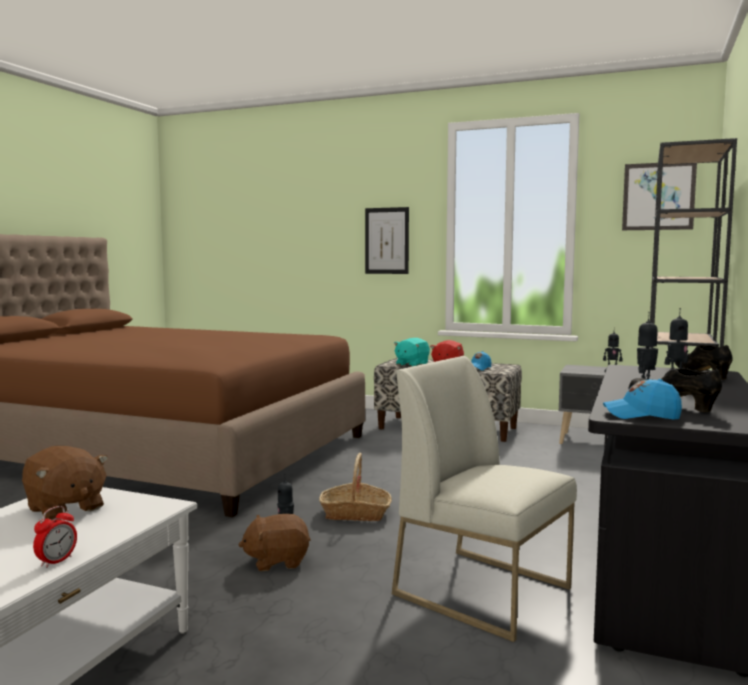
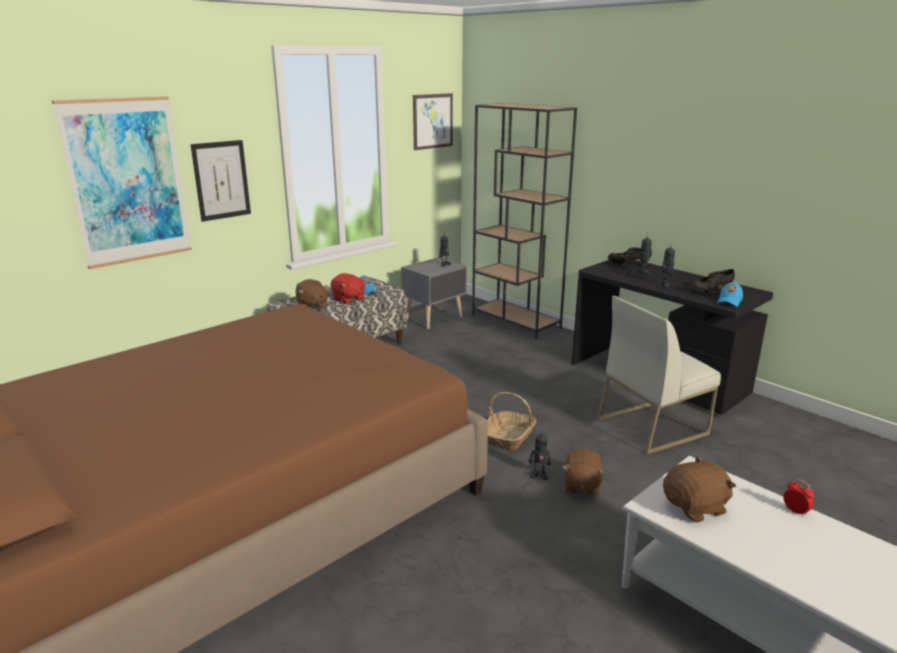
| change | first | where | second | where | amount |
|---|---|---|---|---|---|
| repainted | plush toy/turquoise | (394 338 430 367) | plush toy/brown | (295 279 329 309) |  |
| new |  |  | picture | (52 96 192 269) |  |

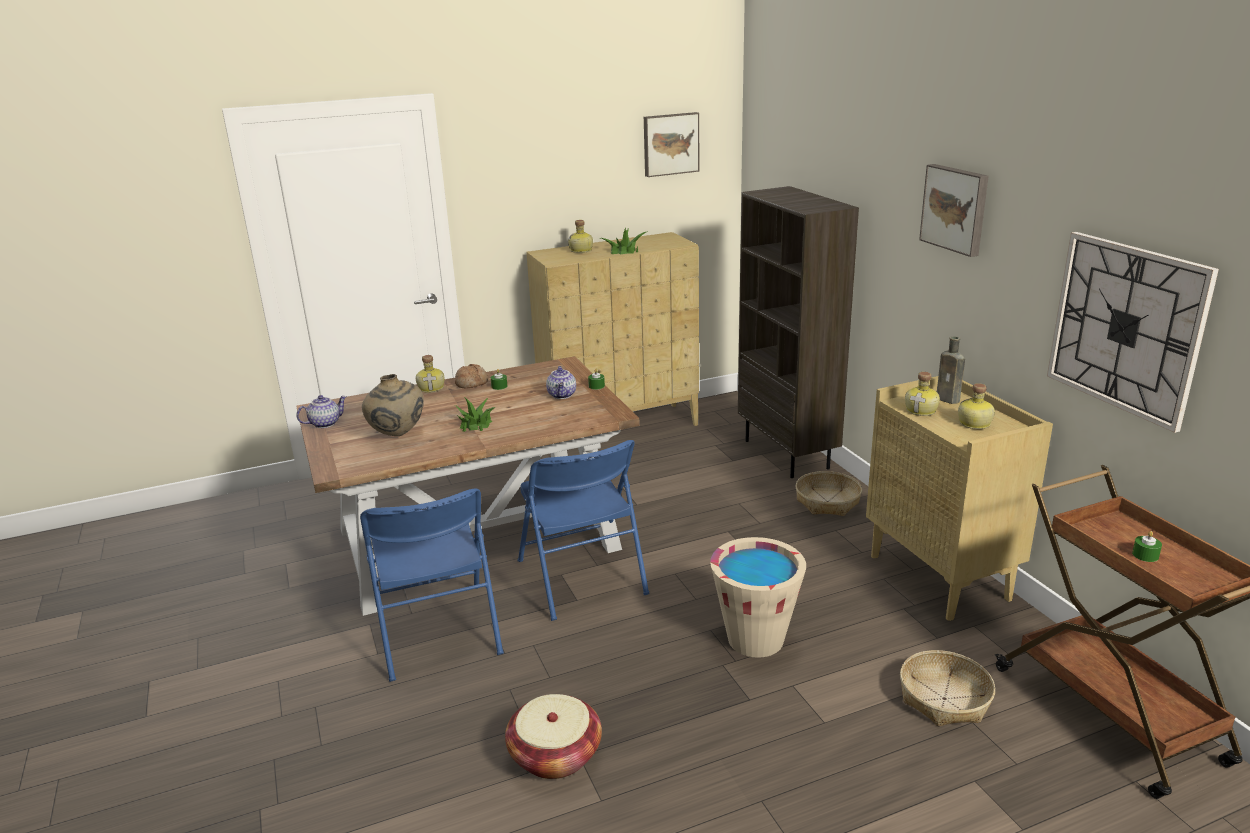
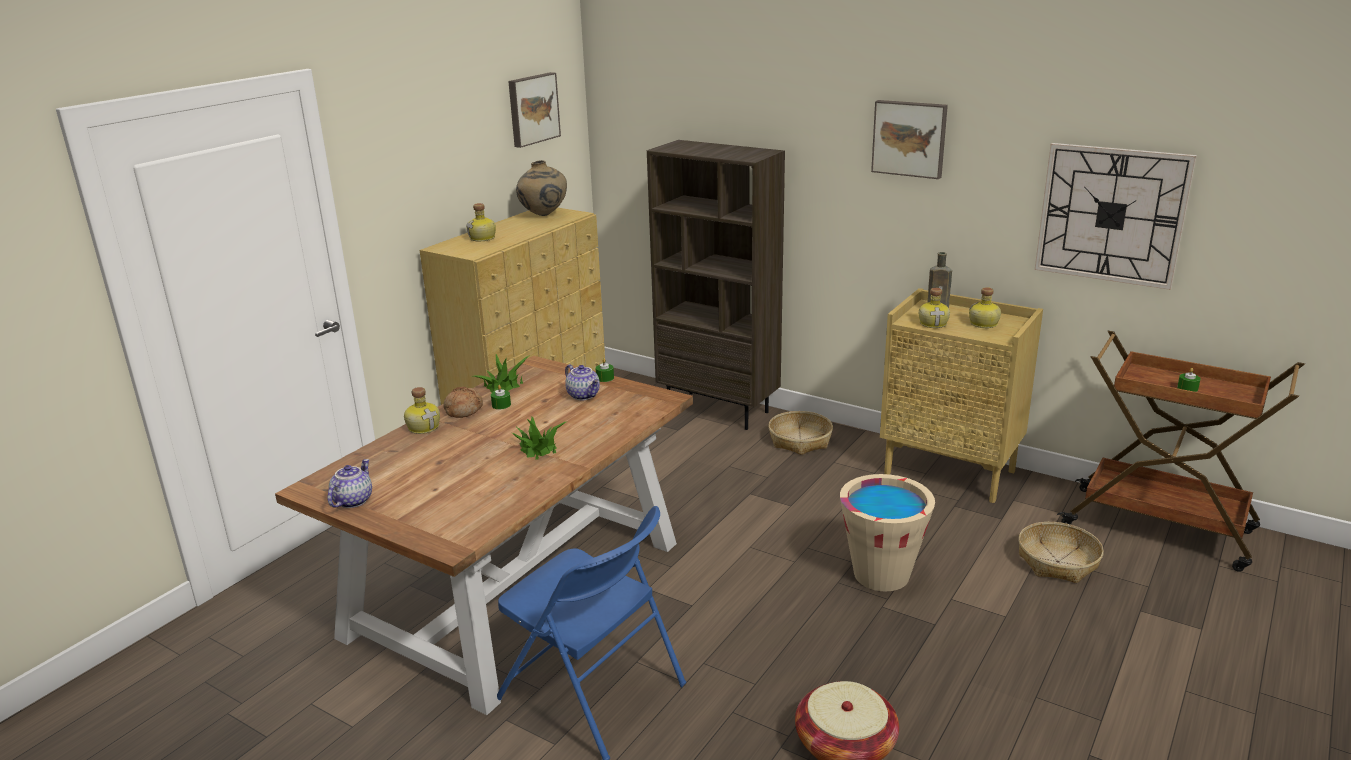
| change | first | where | second | where | amount |
|---|---|---|---|---|---|
| shifted | vase/beige | (362 374 424 436) |  | (516 160 567 216) |  |
| gone | chair/blue | (518 440 650 621) |  |  |  |
| shifted | potted plant | (601 228 648 254) |  | (471 354 530 393) |  |

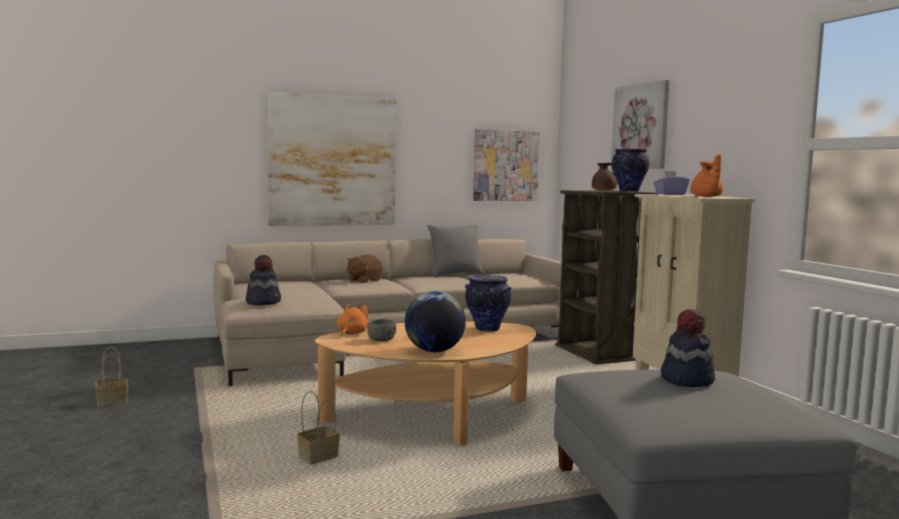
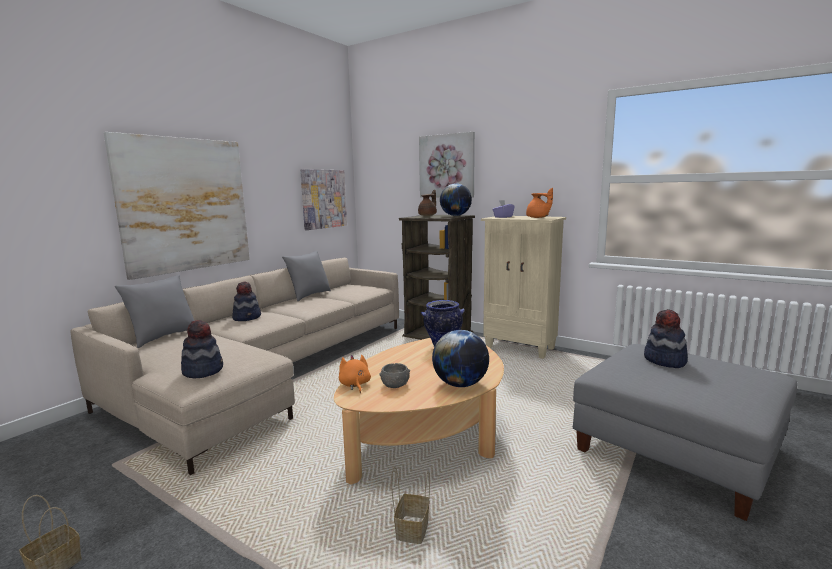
| change | first | where | second | where | amount |
|---|---|---|---|---|---|
| swapped | plush toy/brown | (347 255 383 283) | hat | (232 282 261 321) |  |
| swapped | vase | (612 149 650 192) | globe | (440 183 472 216) |  |
| new |  |  | pillow/grey | (115 275 194 348) |  |

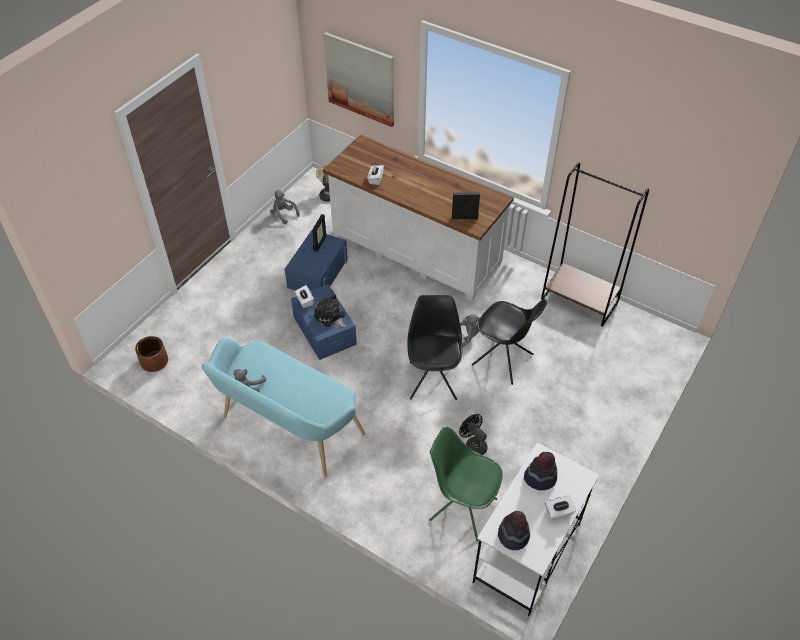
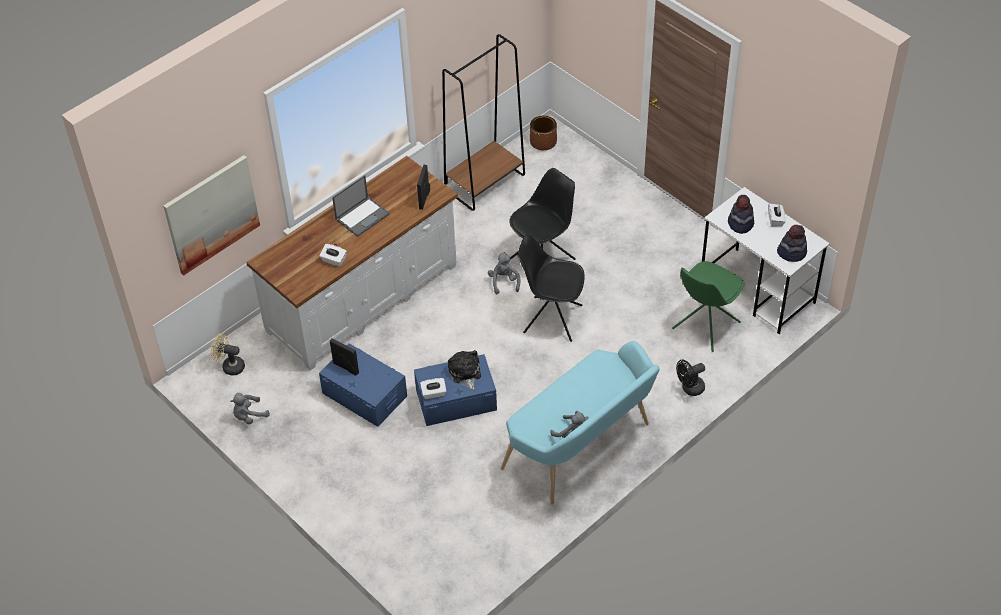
| change | first | where | second | where | amount |
|---|---|---|---|---|---|
| shifted | planter/brown | (135 336 168 372) |  | (530 116 557 150) |  |
| rotated | plush toy | (314 294 346 328) |  | (448 350 481 391) | 105 degrees clockwise |
| shifted | fan/black | (459 414 487 455) |  | (676 360 705 396) |  |
| new |  |  | laptop | (332 175 390 237) |  |

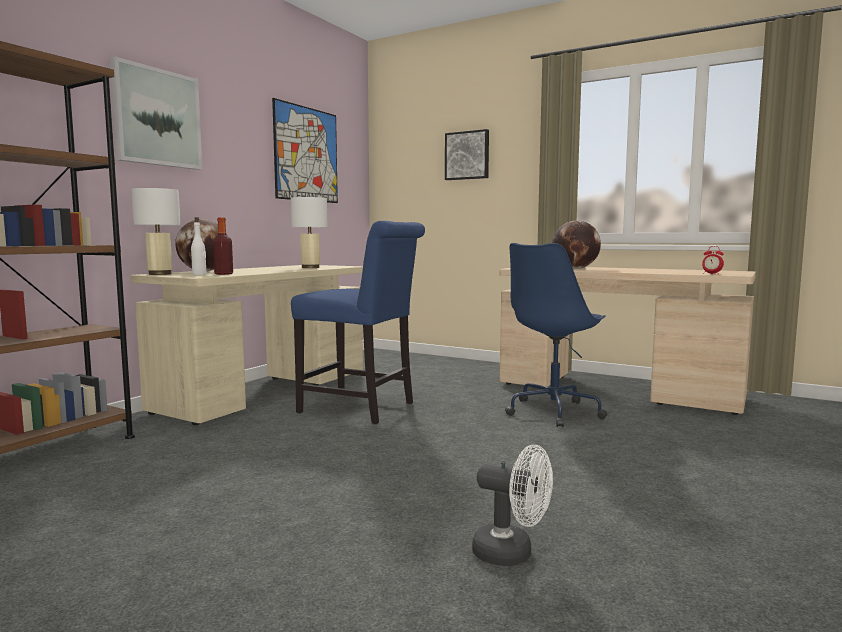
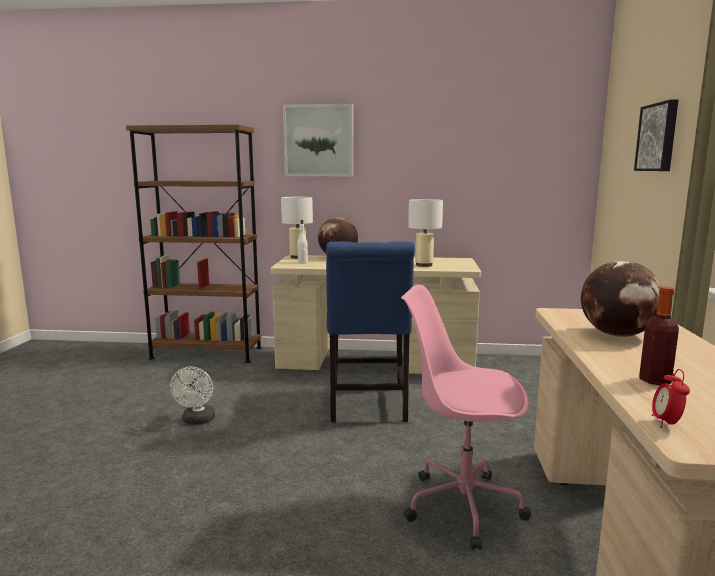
| change | first | where | second | where | amount |
|---|---|---|---|---|---|
| shifted | bottle | (213 217 233 275) |  | (639 286 679 385) |  |
| gone | picture | (272 98 338 203) |  |  |  |
| shifted | fan/white | (472 445 553 566) |  | (170 367 215 425) |  |
| repainted | office chair/blue | (505 243 607 427) | office chair/pink | (401 285 531 550) |  |

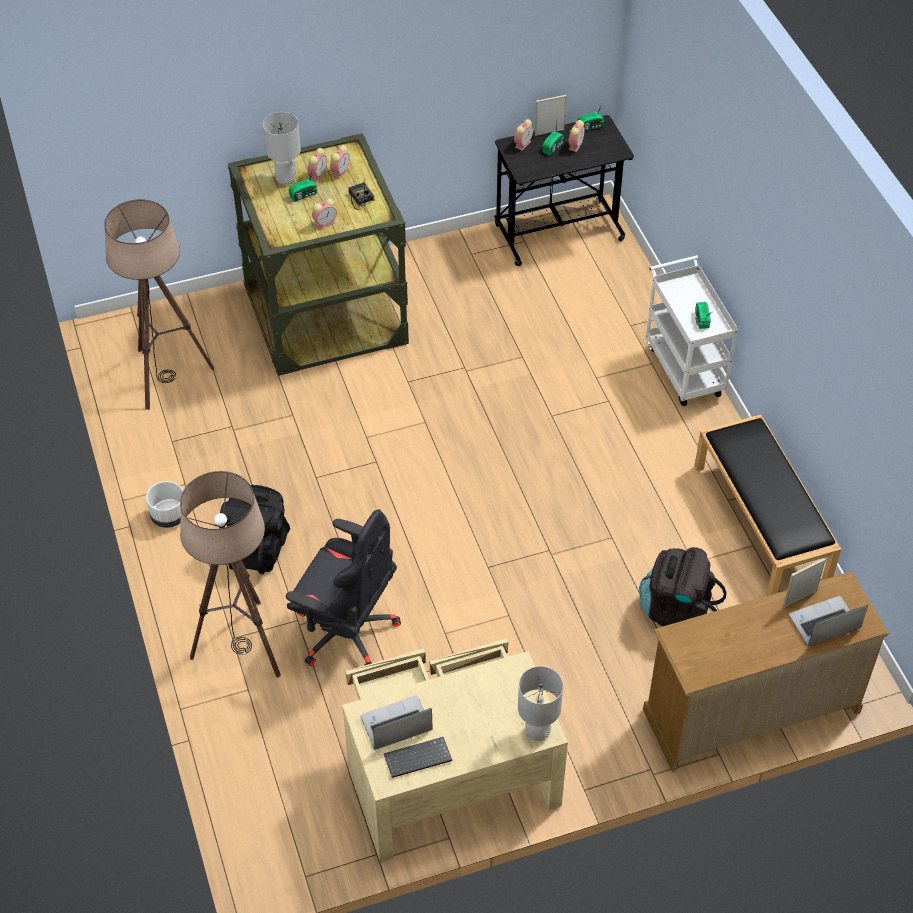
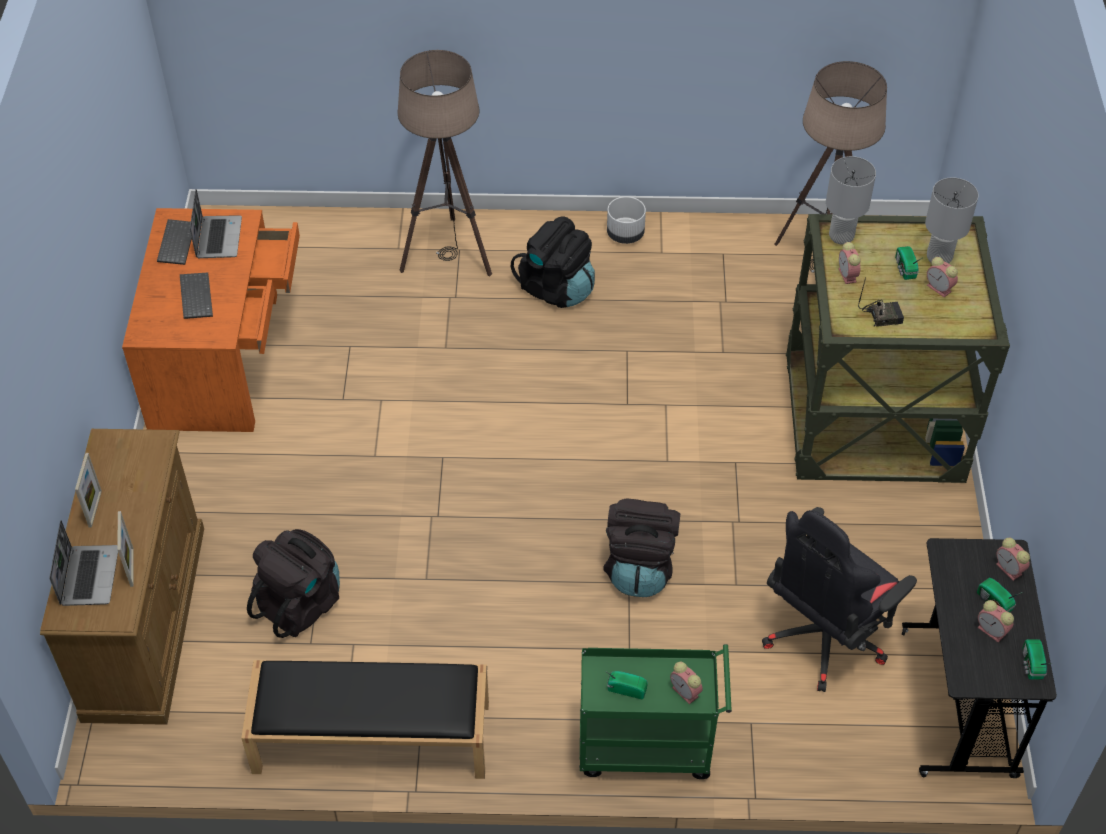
| change | first | where | second | where | amount |
|---|---|---|---|---|---|
| shifted | office chair/black | (286 509 401 666) |  | (762 507 917 692) |  |
| shifted | alarm clock | (330 145 350 179) |  | (670 662 703 704) |  |
| repainted | desk/beige | (342 639 568 862) | desk/orange | (122 208 300 432) |  |
| shifted | table lamp/grey | (518 666 563 741) |  | (826 156 876 245) |  |
| shifted | picture frame | (535 95 567 136) |  | (75 453 102 528) |  |
| repainted | cart/white | (646 255 738 406) | cart/green | (579 644 732 779) |  |
| new |  |  | keyboard | (180 272 213 319) |  |
| new |  |  | backpack/black | (604 498 680 597) |  |

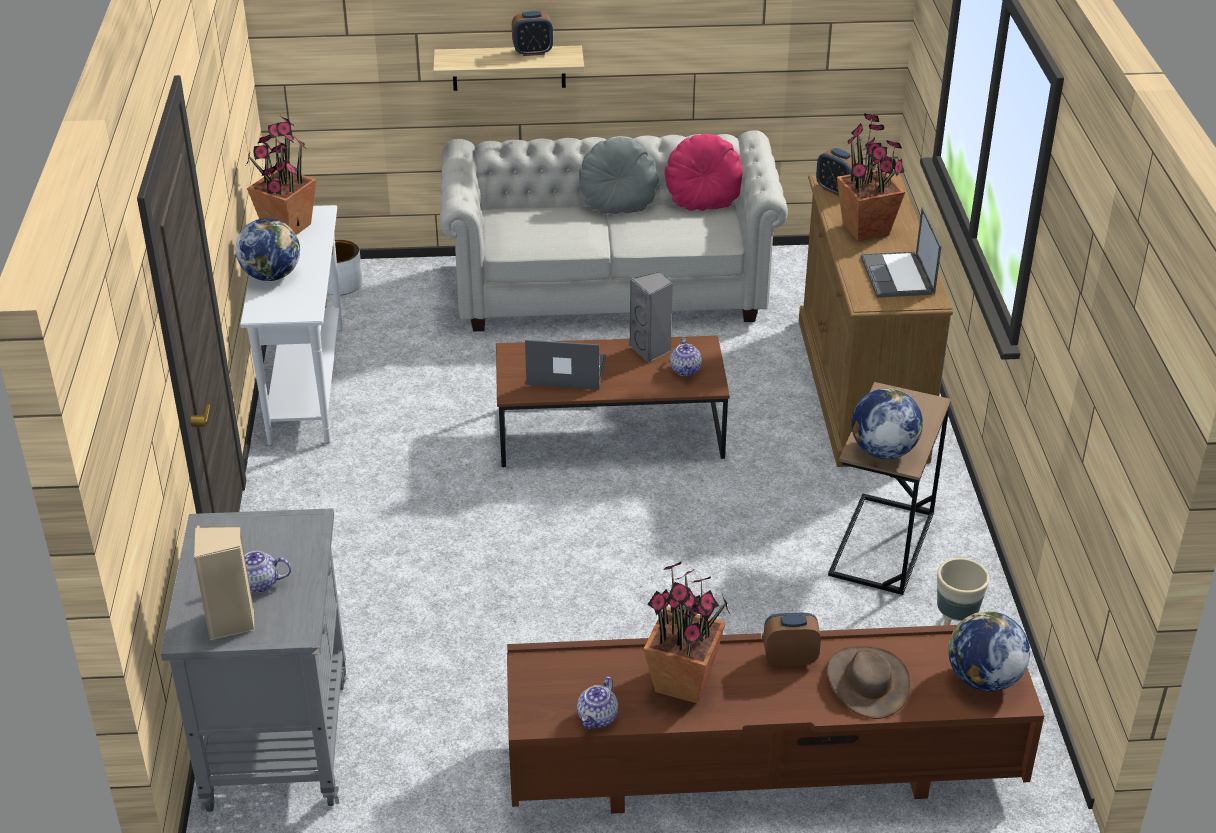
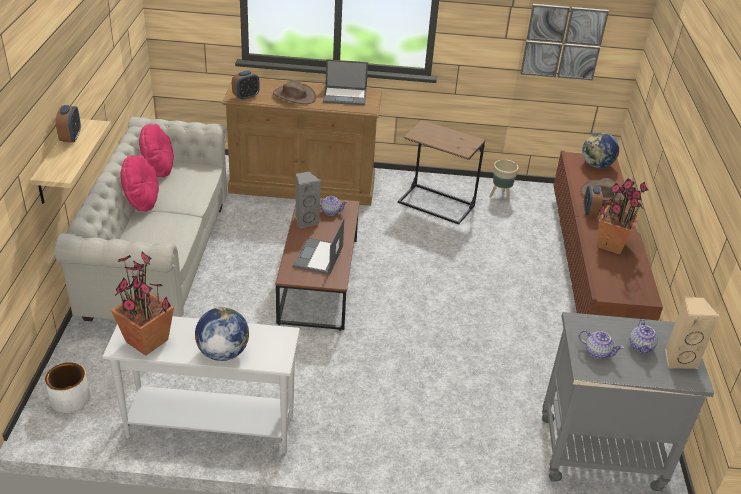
| change | first | where | second | where | amount |
|---|---|---|---|---|---|
| shifted | teapot | (577 676 618 729) |  | (579 330 624 359) |  |
| repainted | pillow/grey | (579 137 659 214) | pillow/pink | (121 155 159 212) |  |
| swapped | potted plant | (837 113 905 241) | hat/brown | (273 80 316 104) |  |
| gone | globe | (851 388 923 459) |  |  |  |
| new |  |  | picture | (521 4 609 80) |  |

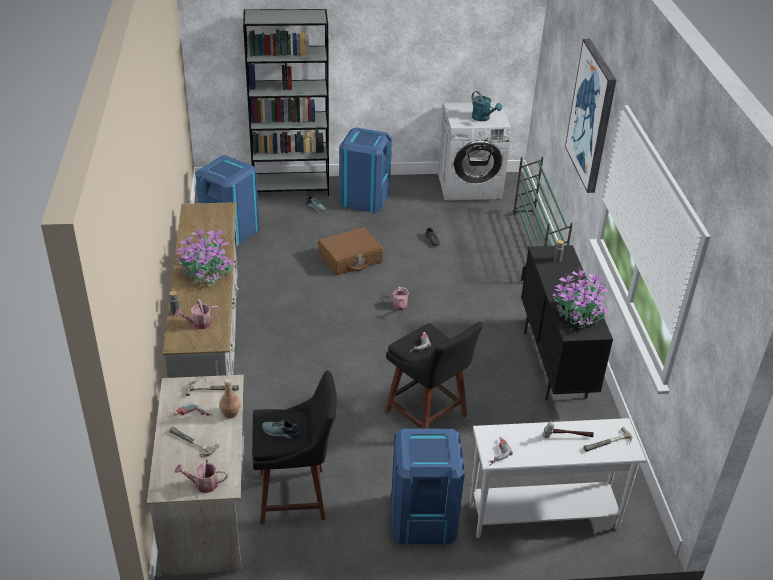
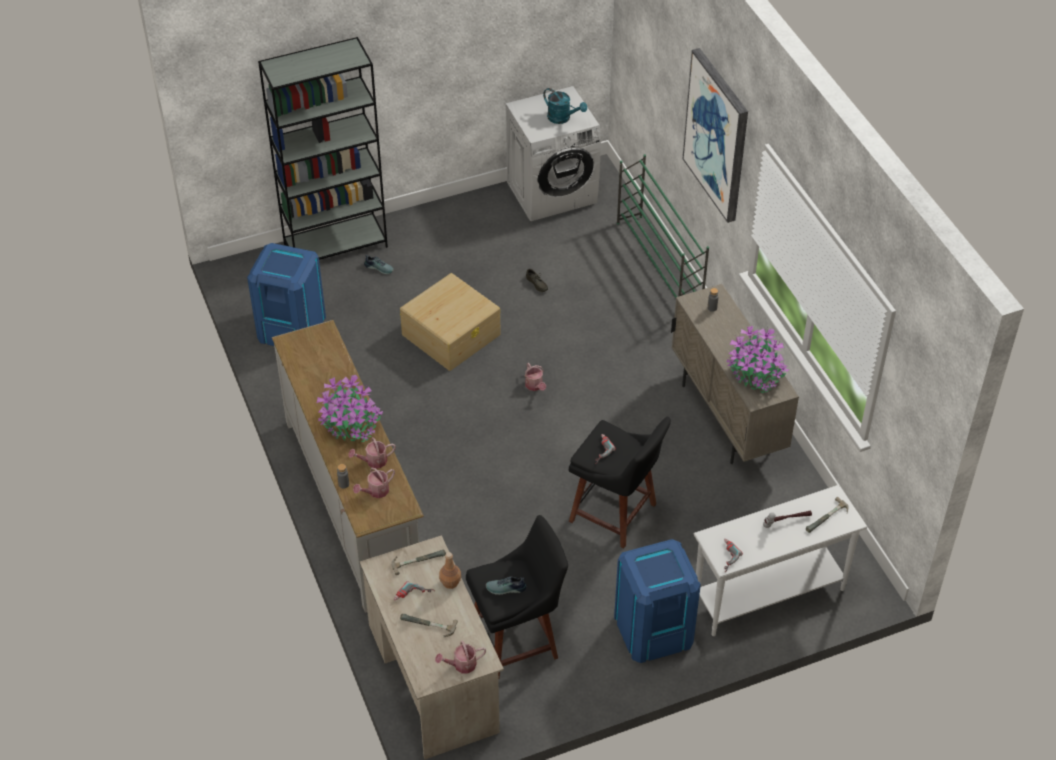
| change | first | where | second | where | amount |
|---|---|---|---|---|---|
| swapped | suitcase/brown | (318 227 383 275) | storage box/beige | (400 273 501 371) |  |
| gone | trash can/blue | (339 128 392 213) |  |  |  |
| repainted | cabinet/black | (521 245 613 401) | cabinet/beige | (671 284 799 464) |  |
| new |  |  | watering can | (348 437 396 468) |  |

